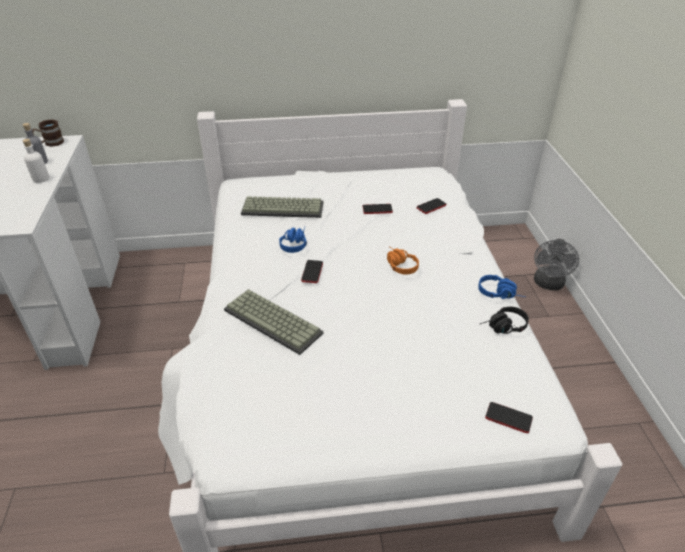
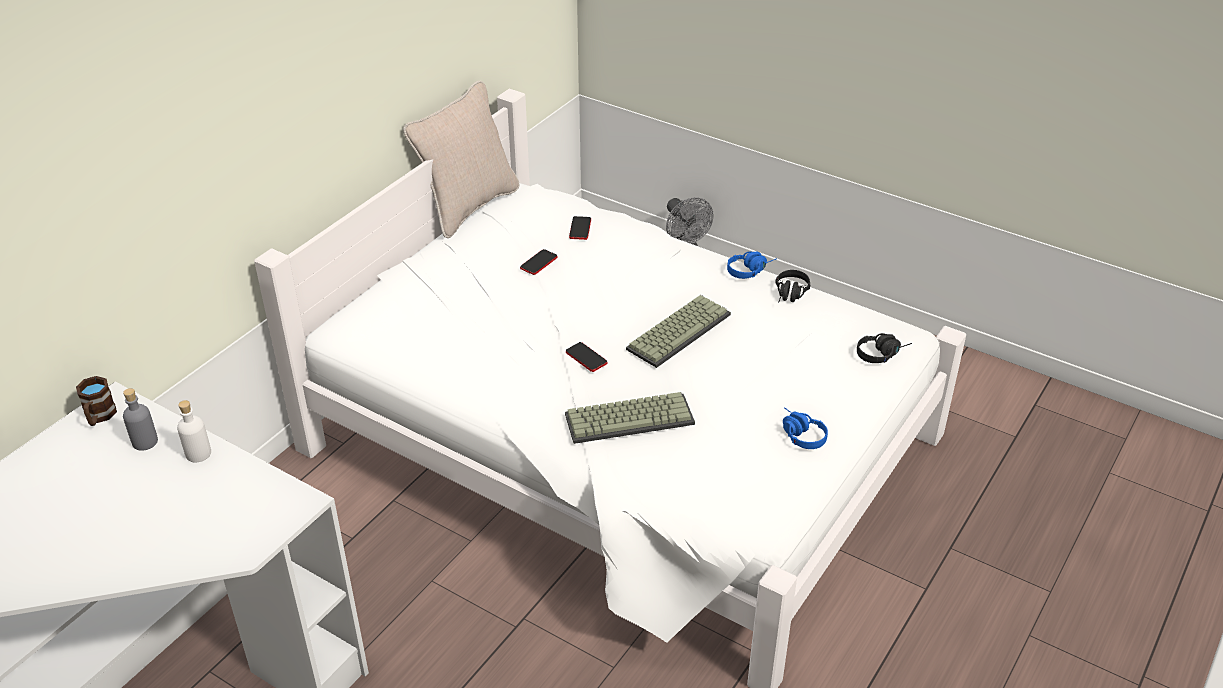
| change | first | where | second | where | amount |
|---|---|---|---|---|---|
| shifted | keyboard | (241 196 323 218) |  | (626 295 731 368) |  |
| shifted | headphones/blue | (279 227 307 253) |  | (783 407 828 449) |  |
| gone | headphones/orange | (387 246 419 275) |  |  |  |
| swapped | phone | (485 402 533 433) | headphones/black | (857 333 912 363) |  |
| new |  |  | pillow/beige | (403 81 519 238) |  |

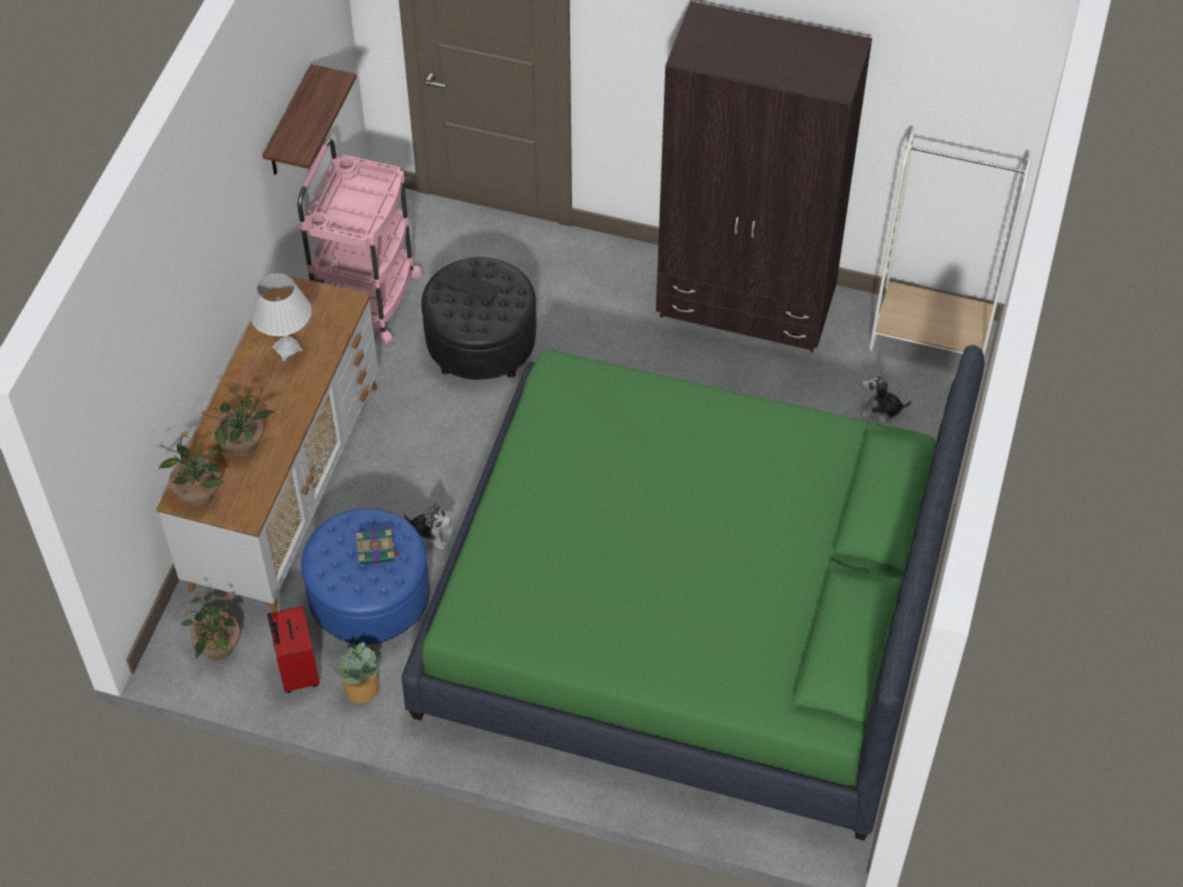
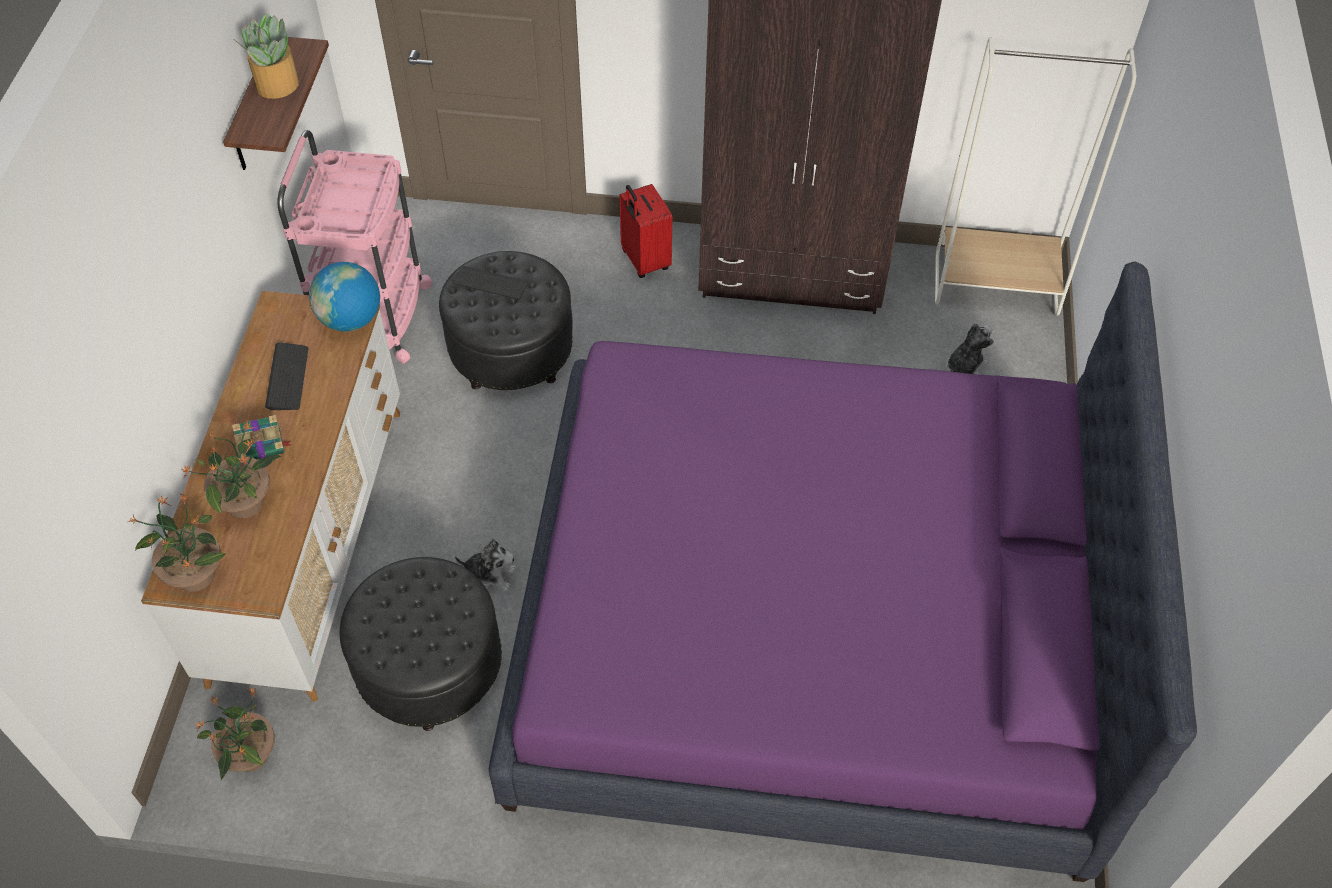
| change | first | where | second | where | amount |
|---|---|---|---|---|---|
| swapped | table lamp/white | (250 273 312 361) | keyboard | (265 342 309 410) |  |
| shifted | suitcase/red | (267 606 320 693) |  | (619 184 672 278) |  |
| repainted | ottoman/blue | (301 508 430 647) | ottoman/black | (340 557 502 731) |  |
| shifted | potted plant | (333 642 380 703) |  | (235 14 299 99) |  |
| shifted | book | (356 529 401 565) |  | (232 415 291 460) |  |
| repainted | bed/green | (402 345 985 840) | bed/purple | (489 262 1197 882) |  |
| rotated | plush toy | (862 369 911 424) |  | (946 323 994 375) | 135 degrees clockwise |
| new |  |  | globe | (309 262 380 331) |  |

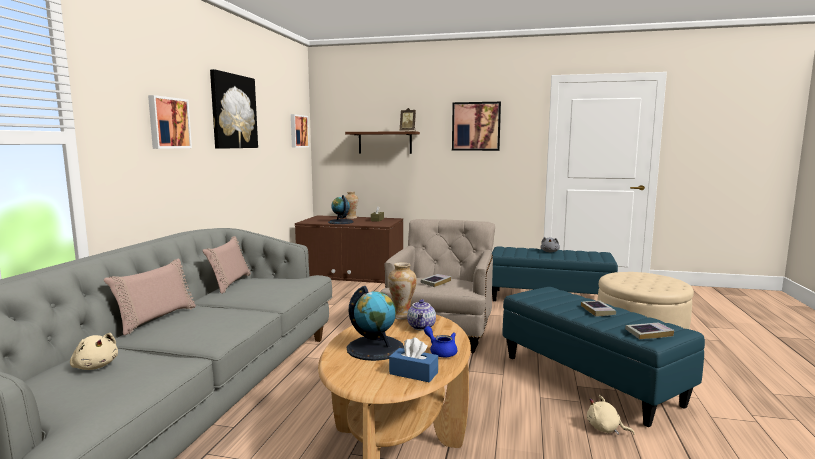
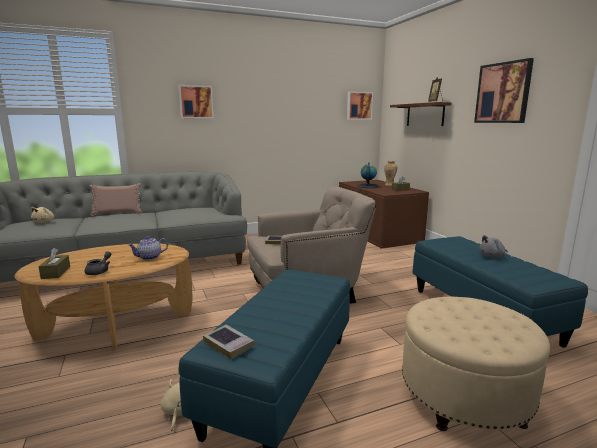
| change | first | where | second | where | amount |
|---|---|---|---|---|---|
| gone | pillow/beige | (203 236 251 294) |  |  |  |
| gone | picture | (210 69 258 149) |  |  |  |
| gone | globe | (347 286 404 361) |  |  |  |
| gone | vase | (388 262 417 320) |  |  |  |
| repainted | tissue box/blue | (389 337 438 382) | tissue box/brown | (38 248 70 279) |  |
| repainted | teapot/blue | (424 326 457 357) | teapot/grey | (85 251 111 275) |  |
| gone | book | (581 300 616 317) |  |  |  |

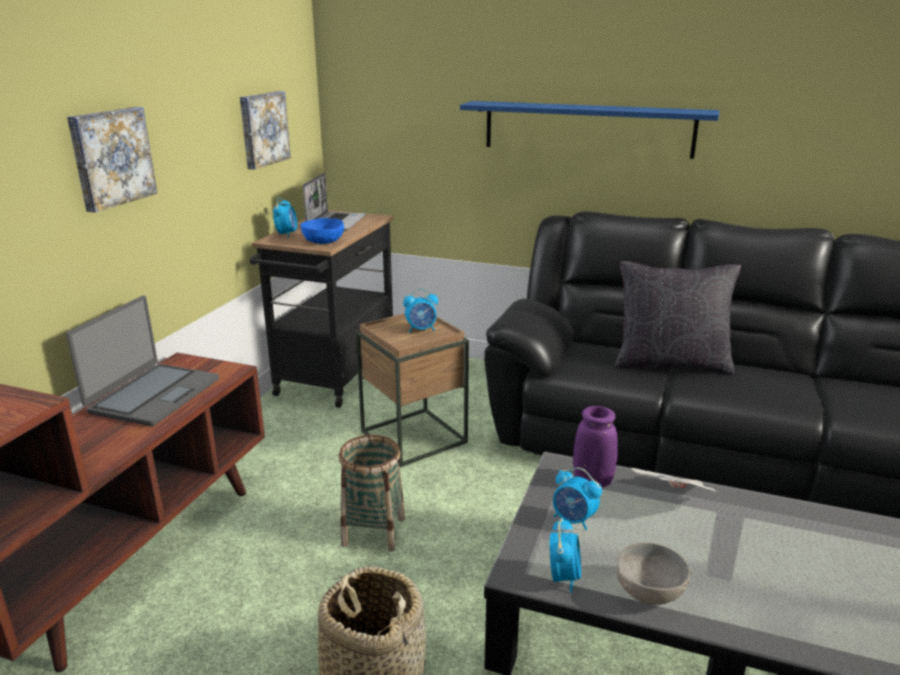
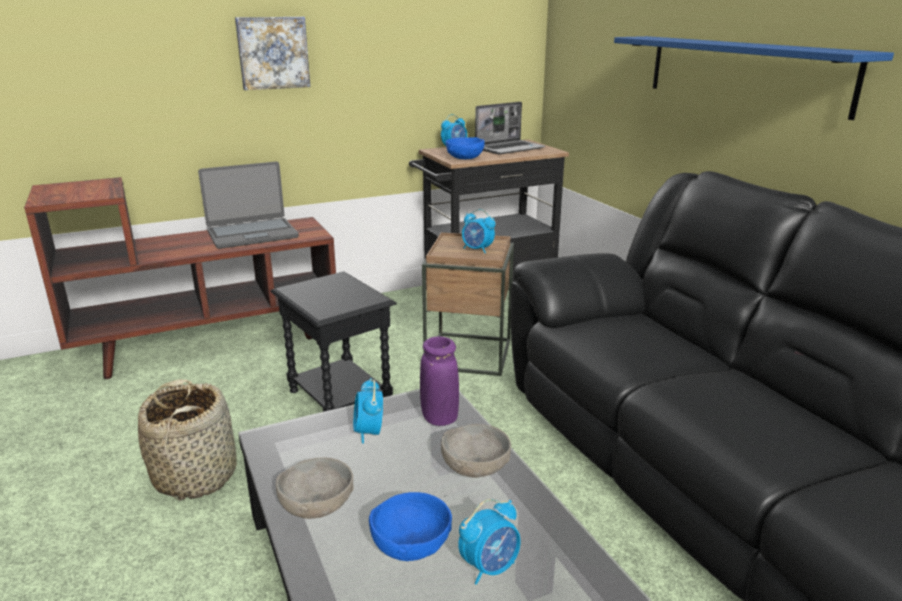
| change | first | where | second | where | amount |
|---|---|---|---|---|---|
| gone | picture | (240 91 291 170) |  |  |  |
| swapped | basket | (339 435 405 552) | side table/black | (270 272 397 412) |  |
| shifted | alarm clock | (550 518 581 593) |  | (458 499 521 585) |  |
| gone | pillow/black | (614 261 741 374) |  |  |  |
| swapped | newspaper | (631 468 718 492) | bowl/grey | (441 424 511 478) |  |
| new |  |  | bowl/blue | (369 492 452 561) |  |

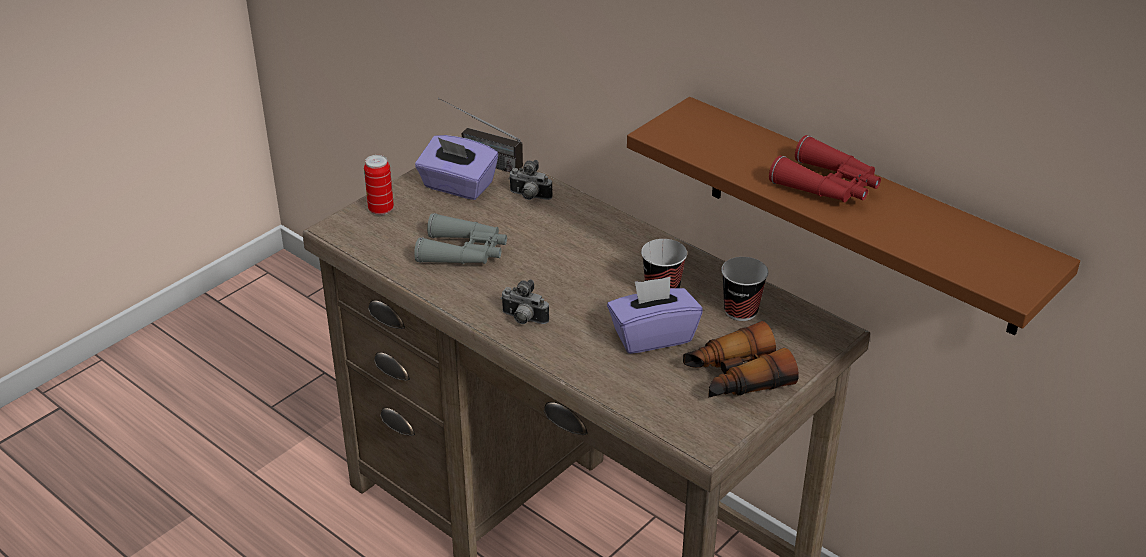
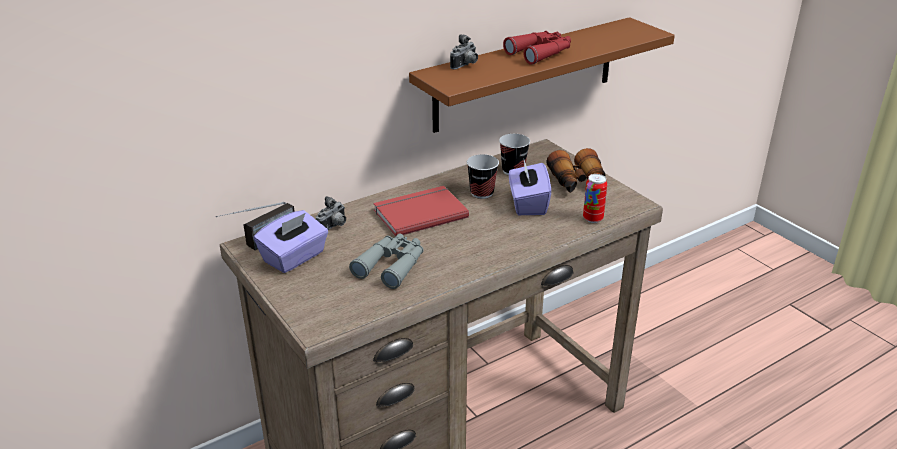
| change | first | where | second | where | amount |
|---|---|---|---|---|---|
| shifted | can | (364 155 394 215) |  | (583 174 607 223) |  |
| shifted | photo camera | (501 280 549 324) |  | (450 34 478 70) |  |
| new |  |  | book/red | (373 186 469 237) |  |

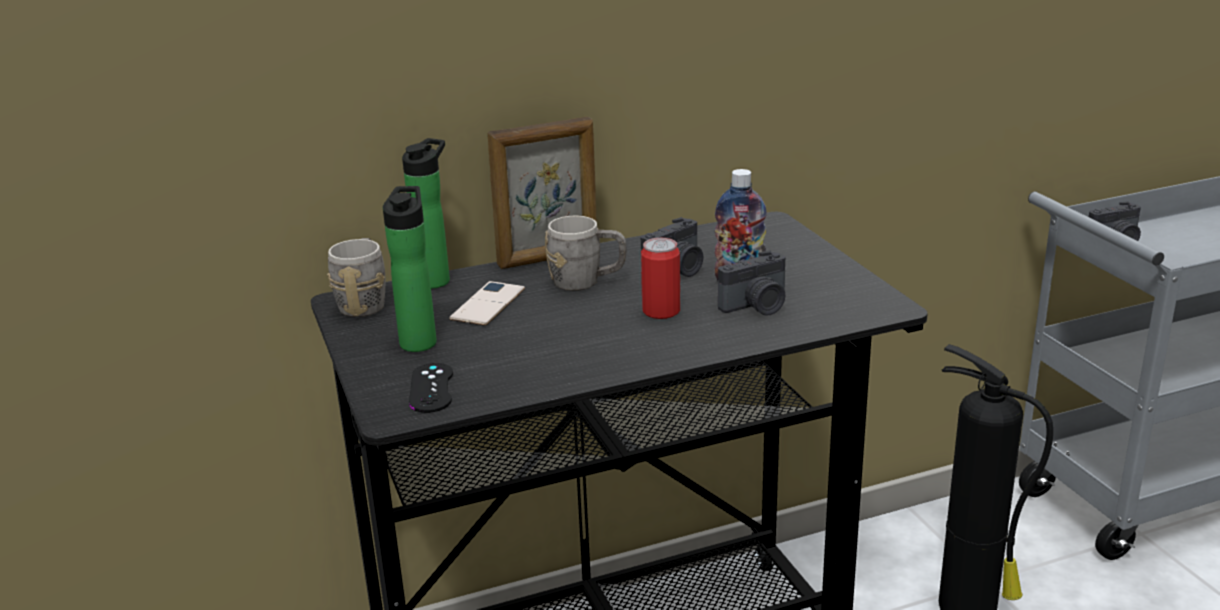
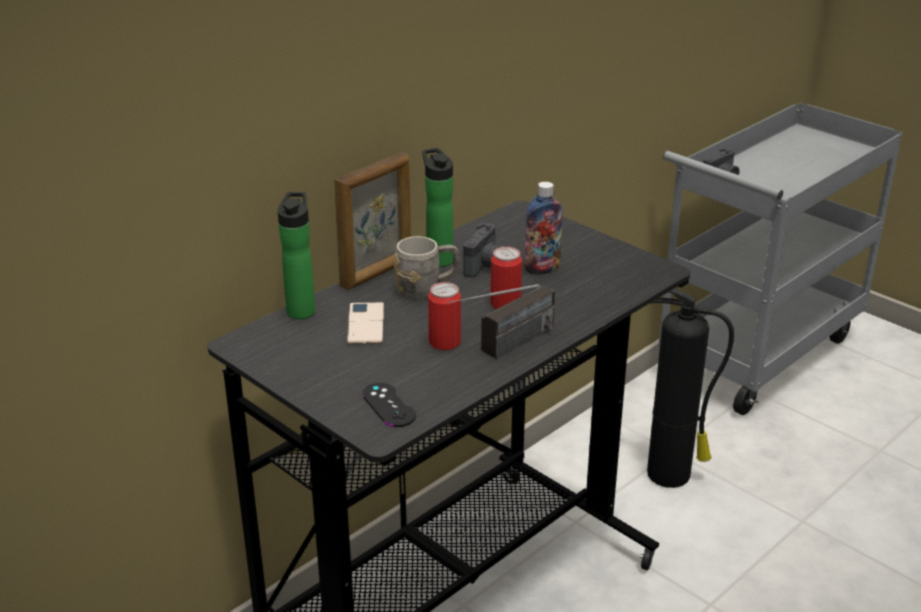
| change | first | where | second | where | amount |
|---|---|---|---|---|---|
| gone | mug/grey | (327 238 385 317) |  |  |  |
| shifted | bottle | (383 186 437 352) |  | (422 148 453 267) |  |
| gone | photo camera | (718 250 785 316) |  |  |  |
| new |  |  | can | (428 282 461 350) |  |
| new |  |  | radio | (448 284 555 359) |  |

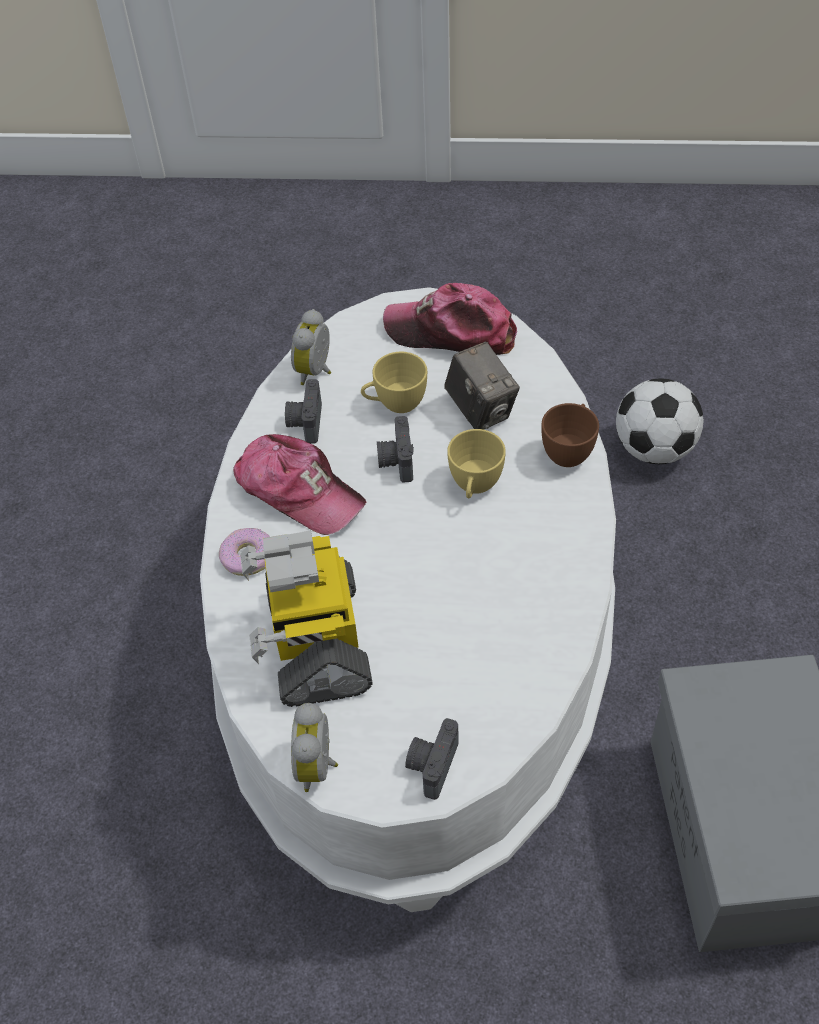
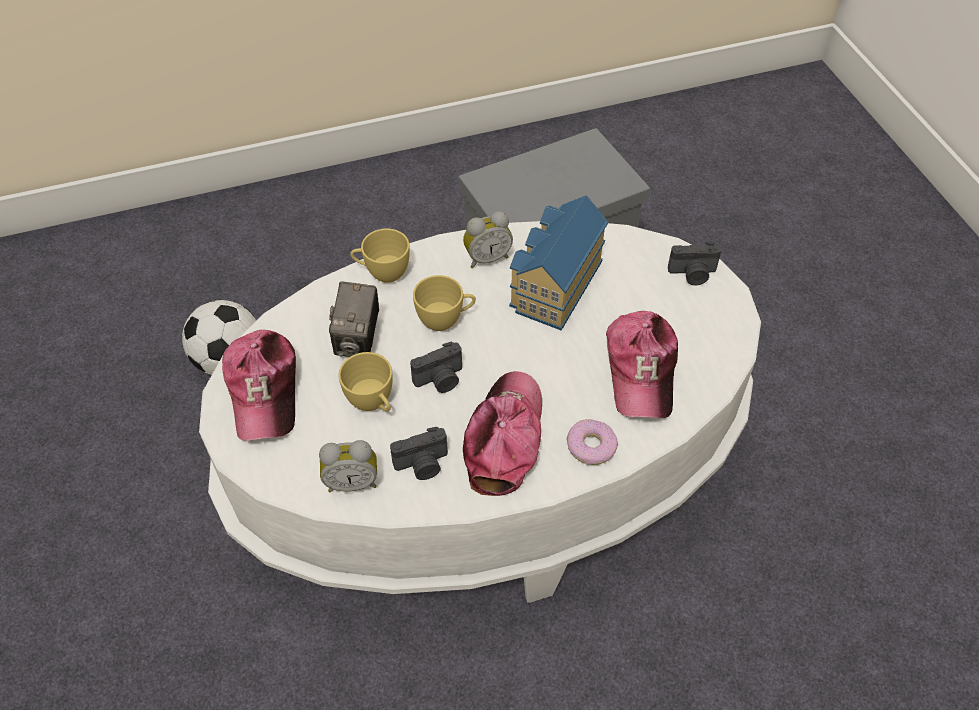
| change | first | where | second | where | amount |
|---|---|---|---|---|---|
| swapped | toy robot | (240 530 372 707) | cap | (606 311 678 418) |  |
| shifted | alarm clock | (291 703 338 792) |  | (463 211 513 268) |  |
| rotated | photo camera | (444 342 520 430) |  | (329 282 379 357) | 150 degrees clockwise |
| repainted | cup/brown | (541 403 599 467) | cup/yellow | (350 228 410 283) |  |
| new |  |  | toy house | (509 195 608 331) |  |

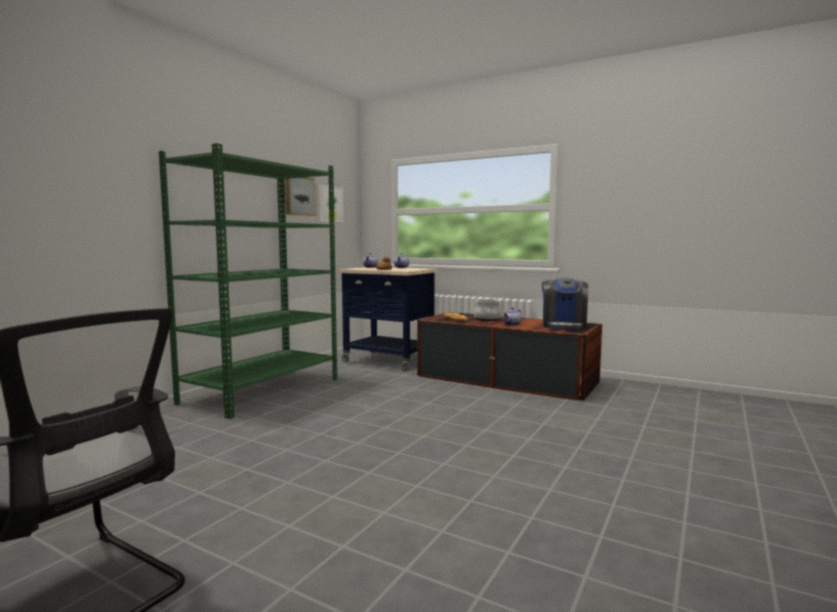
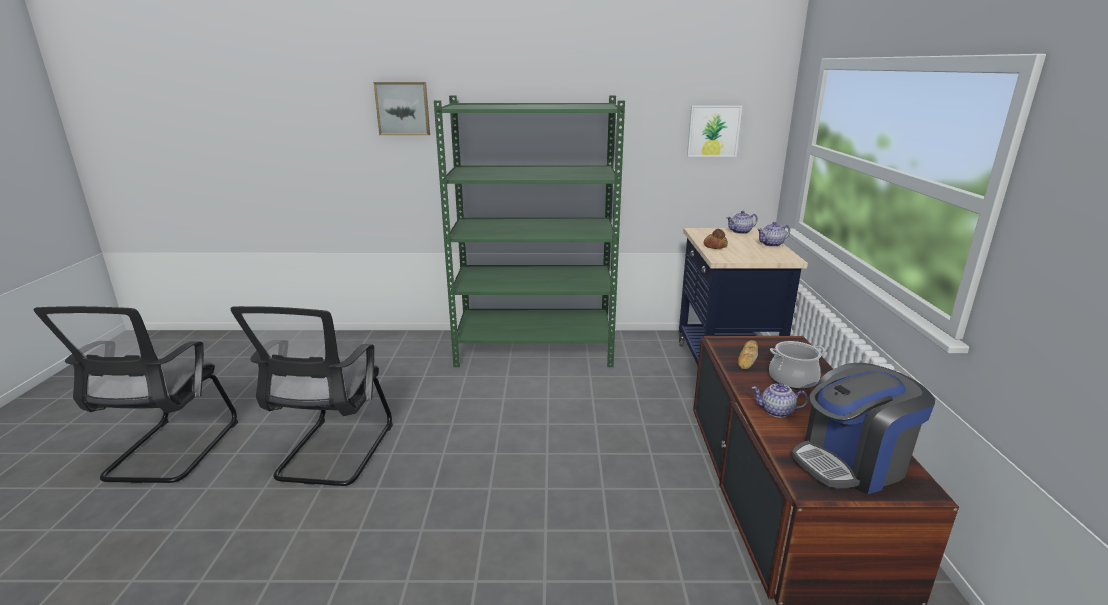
| change | first | where | second | where | amount |
|---|---|---|---|---|---|
| shifted | picture | (285 177 316 216) |  | (374 82 430 135) |  |
| new |  |  | chair | (231 306 393 486) |  |

